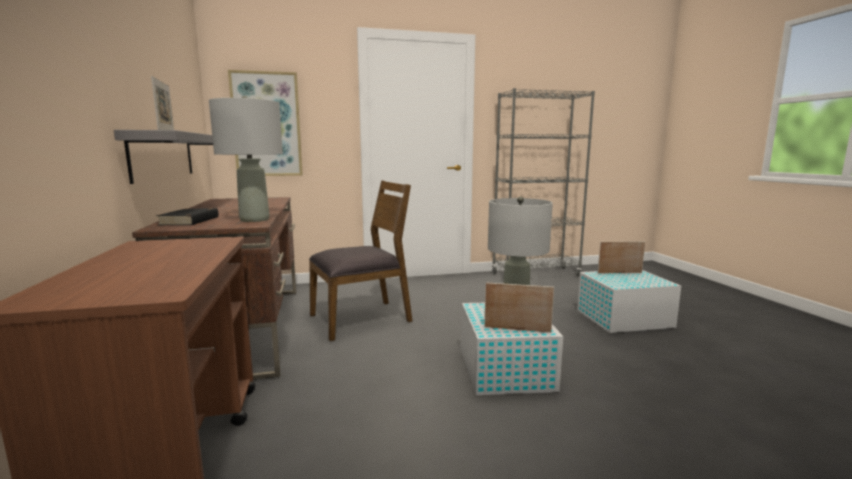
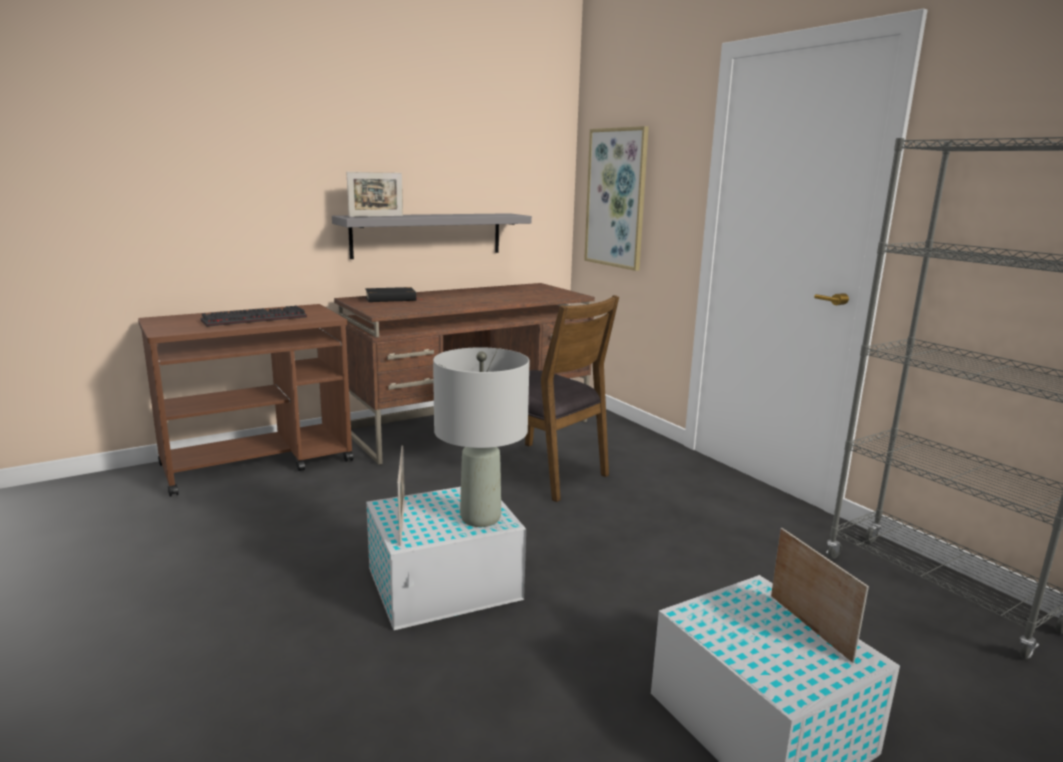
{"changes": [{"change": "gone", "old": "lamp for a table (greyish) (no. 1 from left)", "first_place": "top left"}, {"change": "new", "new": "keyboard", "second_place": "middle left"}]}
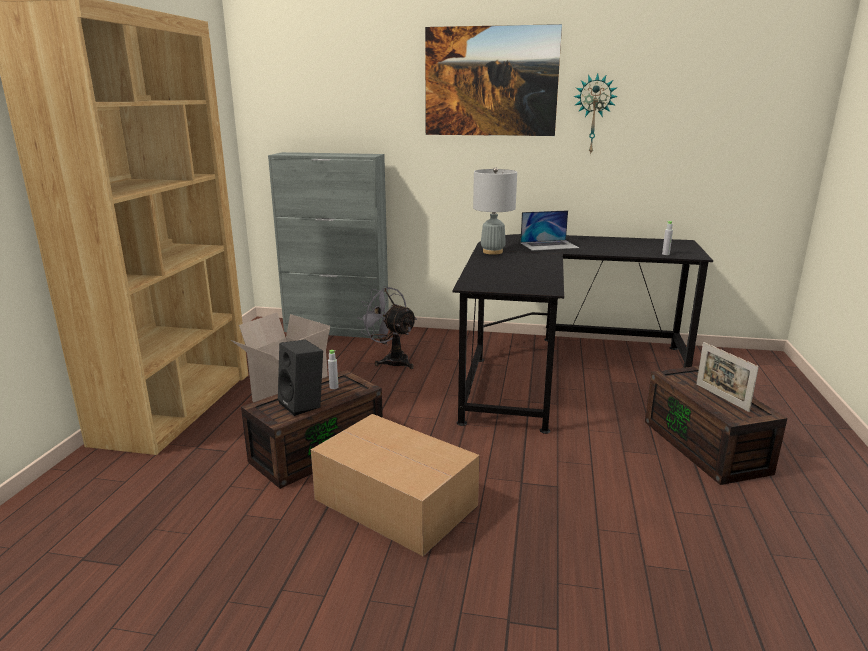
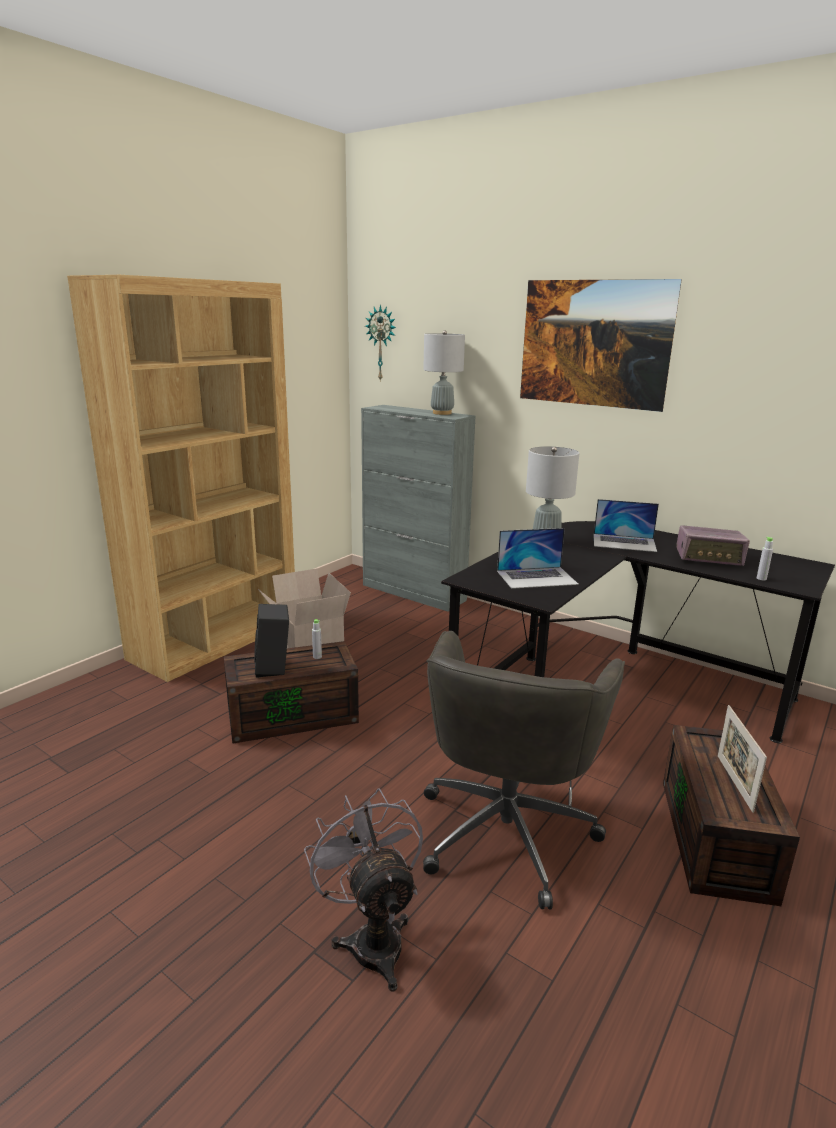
{"changes": [{"change": "shifted", "old": "wall clock", "first_place": "top right", "second_place": "top centre"}, {"change": "shifted", "old": "cooling fan (greyish)", "first_place": "centre", "second_place": "bottom centre"}, {"change": "gone", "old": "carton (no. 2 from left)", "first_place": "bottom centre"}, {"change": "new", "new": "lamp for a table (greyish) (no. 1 from left)", "second_place": "top centre"}, {"change": "new", "new": "radio set", "second_place": "middle right"}, {"change": "new", "new": "laptop (no. 1 from left)", "second_place": "centre"}, {"change": "new", "new": "desk chair (greyish)", "second_place": "bottom centre"}]}
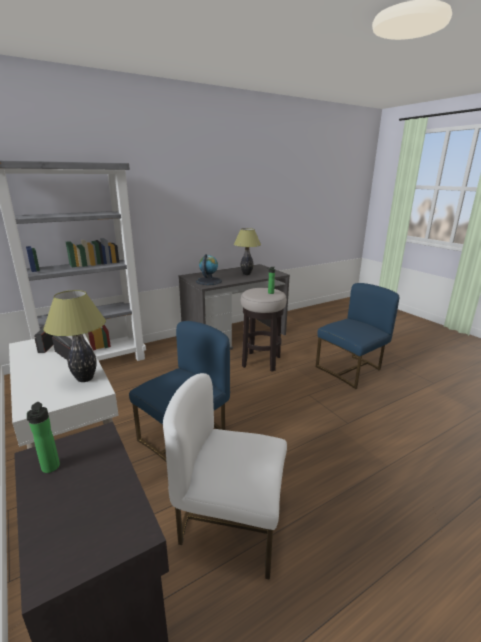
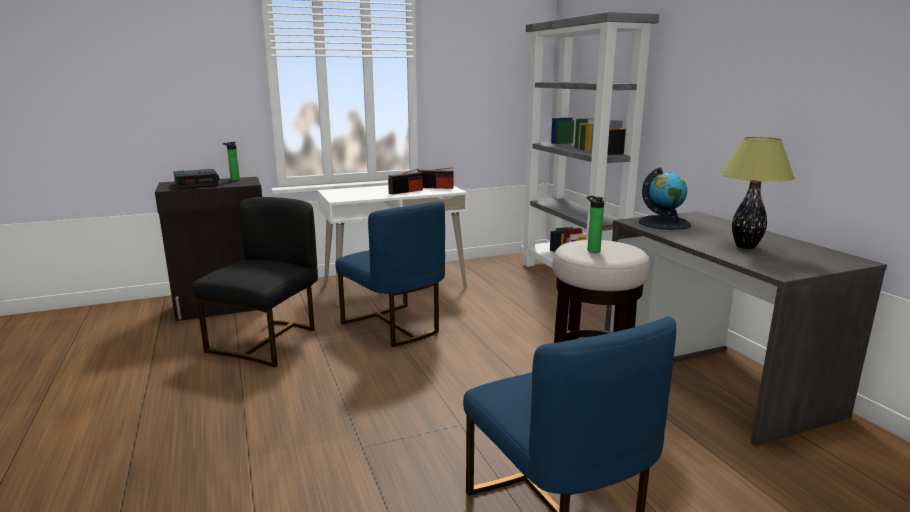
{"changes": [{"change": "gone", "old": "lamp for a table (no. 1 from left)", "first_place": "middle left"}, {"change": "repainted", "old": "plain chair (white-coloured)", "new": "plain chair (black-coloured)", "first_place": "bottom centre", "second_place": "middle left"}, {"change": "new", "new": "table clock", "second_place": "middle left"}]}
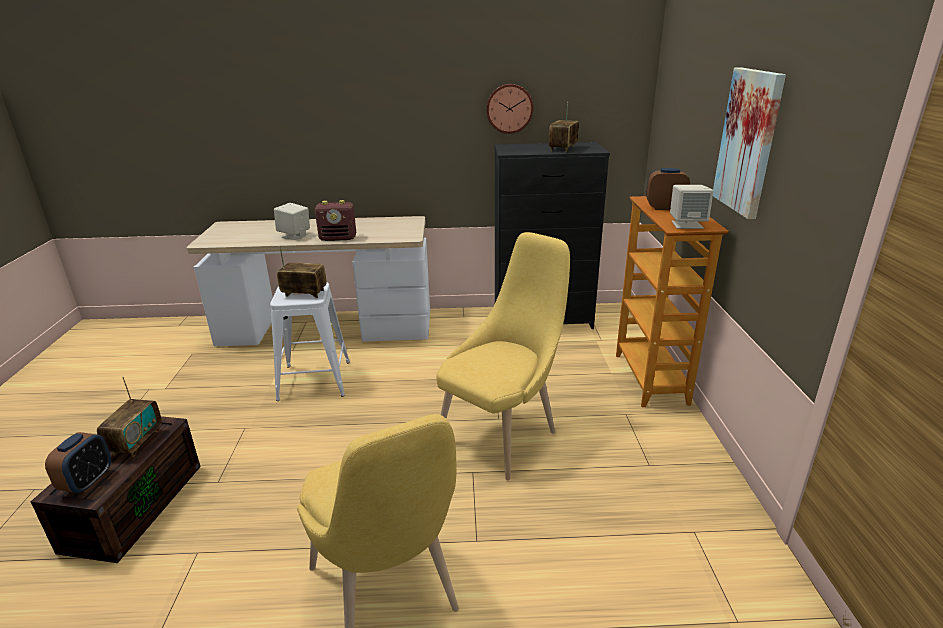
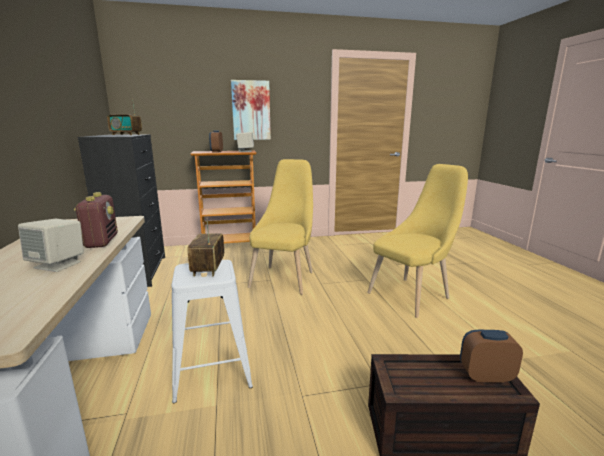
{"changes": [{"change": "gone", "old": "wall clock", "first_place": "top centre"}, {"change": "rotated", "old": "plain chair (yellow-coloured) (no. 2 from left in the first image)", "first_place": "centre", "second_place": "centre", "degrees": 75}, {"change": "gone", "old": "radio set (no. 1 from left)", "first_place": "middle left"}]}
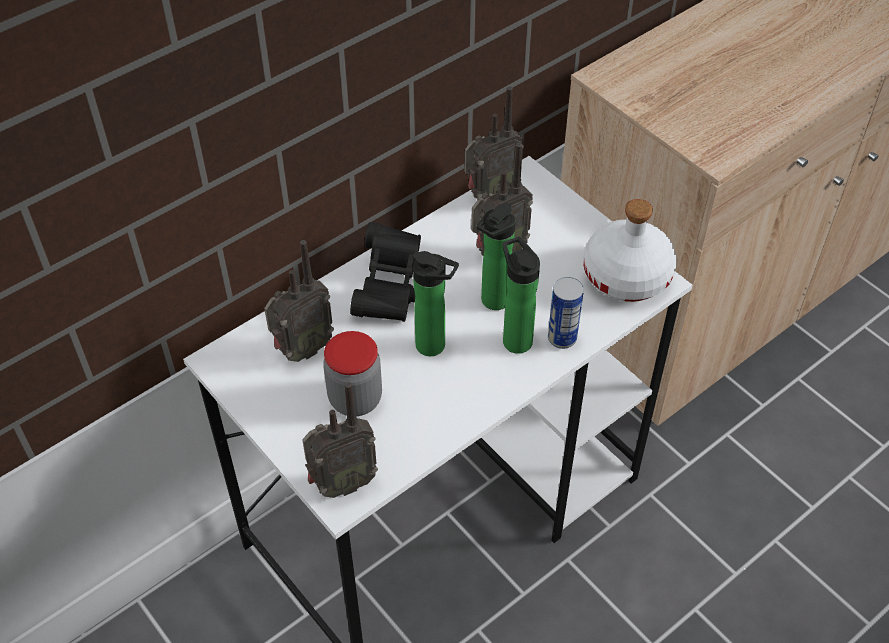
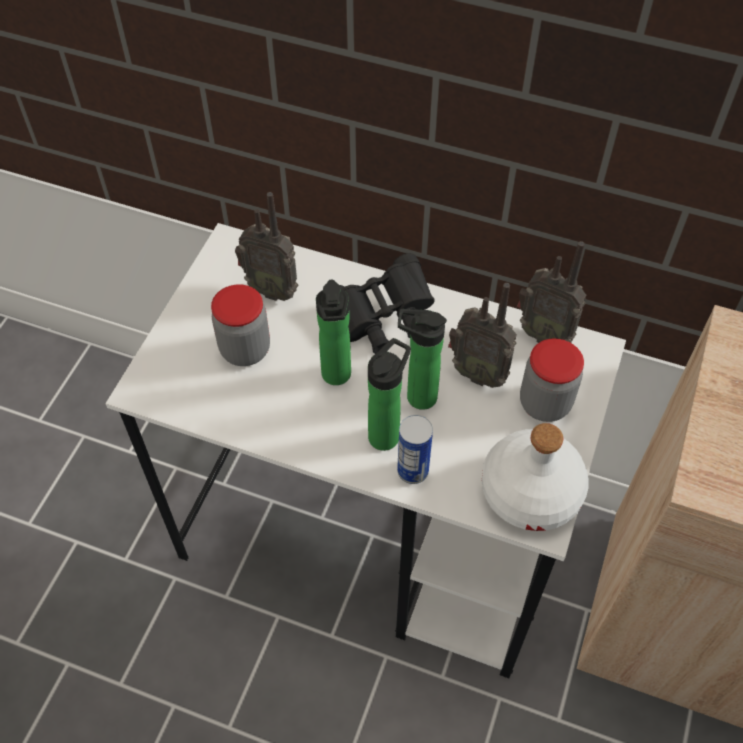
{"changes": [{"change": "gone", "old": "radio set (no. 2 from left)", "first_place": "bottom centre"}, {"change": "new", "new": "jar (no. 2 from left)", "second_place": "middle right"}]}
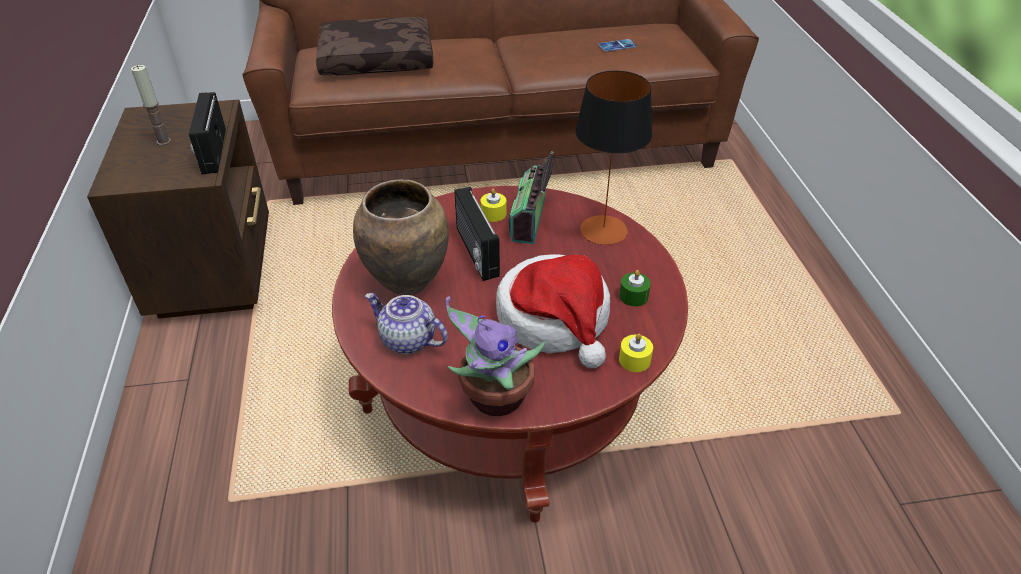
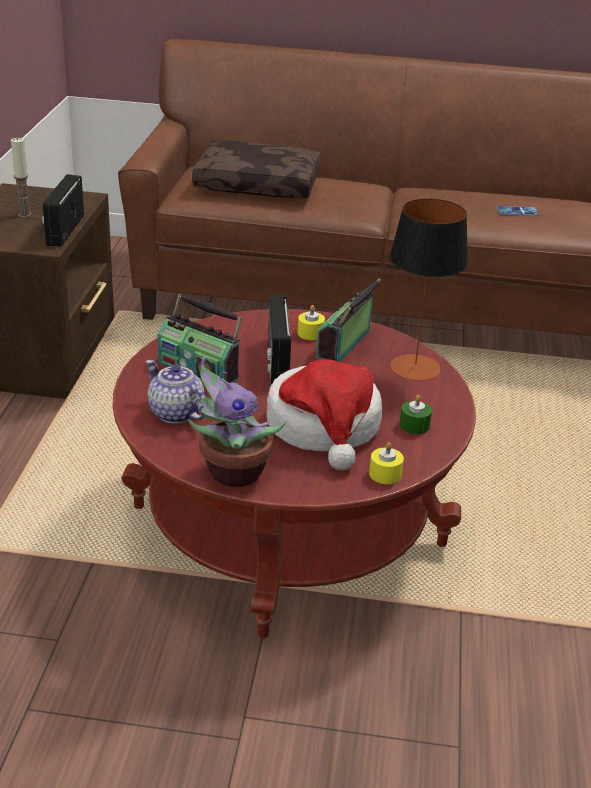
{"changes": [{"change": "swapped", "old": "decorative vase (brownish)", "new": "radio set (no. 2 from left)", "first_place": "centre", "second_place": "centre"}]}
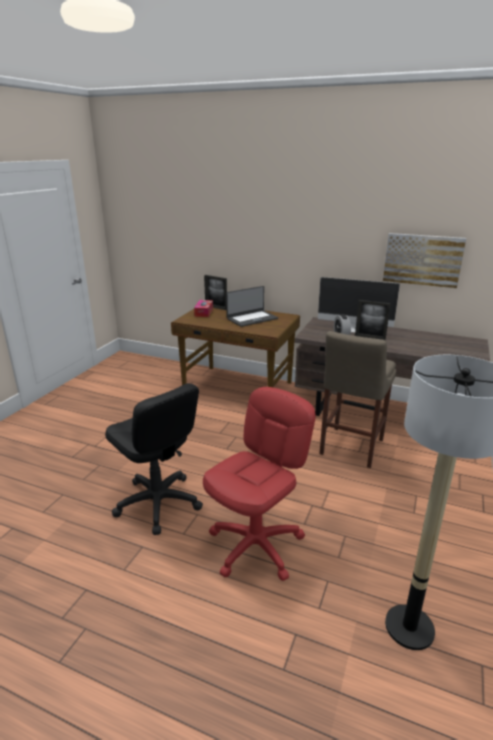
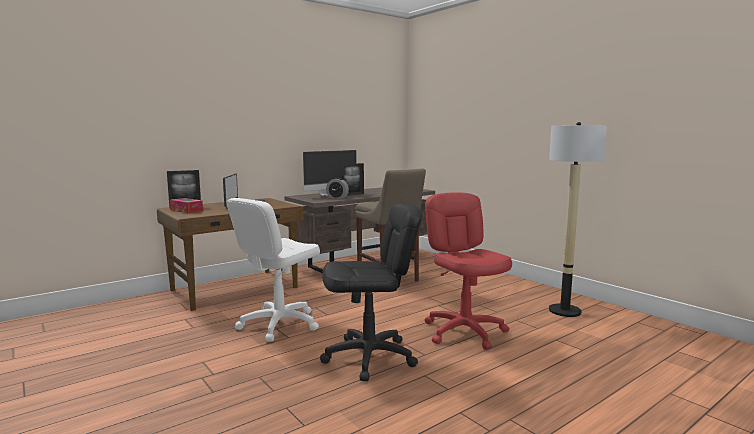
{"changes": [{"change": "gone", "old": "picture", "first_place": "middle right"}, {"change": "new", "new": "desk chair (white-coloured)", "second_place": "centre"}]}
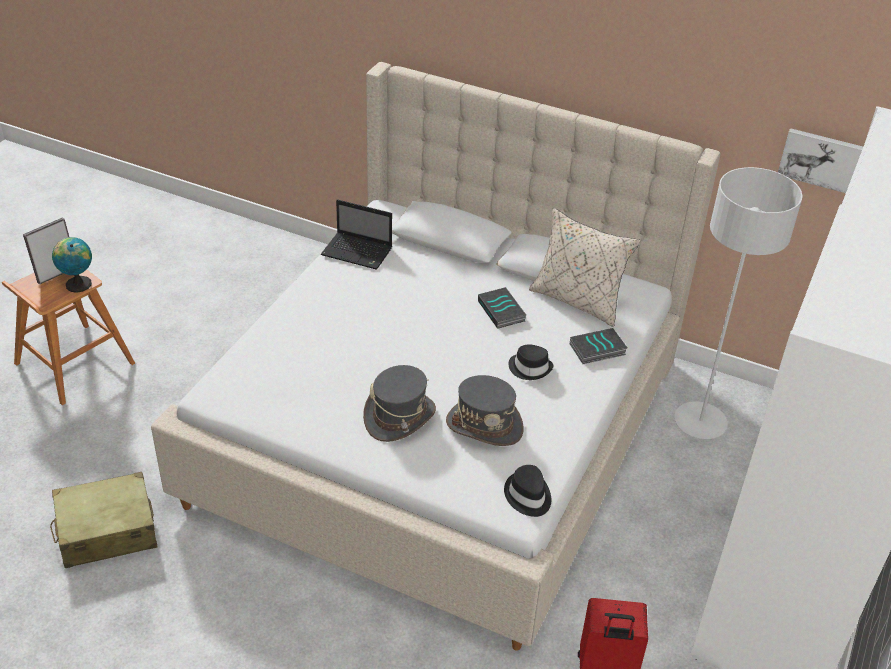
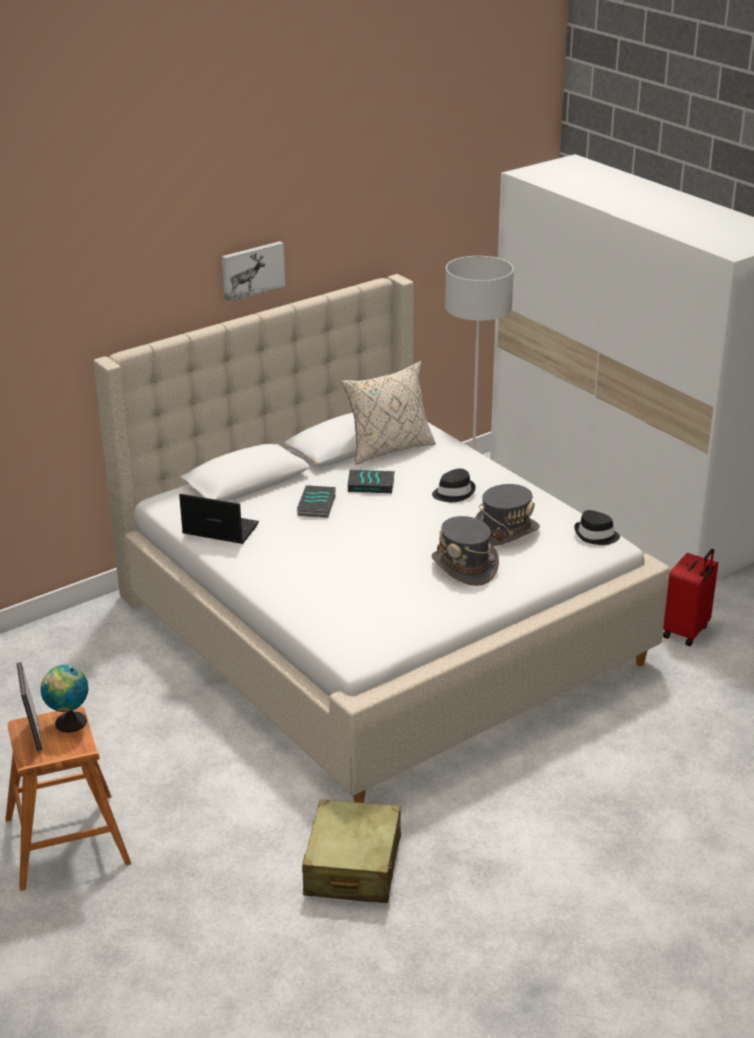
{"changes": [{"change": "shifted", "old": "picture", "first_place": "top right", "second_place": "top centre"}, {"change": "rotated", "old": "laptop", "first_place": "centre", "second_place": "middle left", "degrees": -120}, {"change": "shifted", "old": "bound book (no. 2 from left in the first image)", "new": "bound book (no. 1 from left)", "first_place": "middle right", "second_place": "centre"}]}
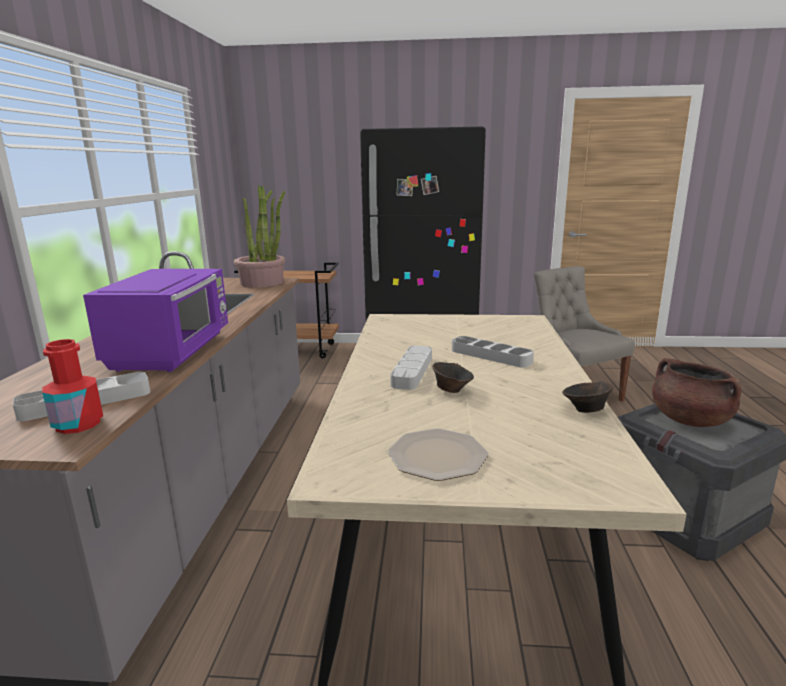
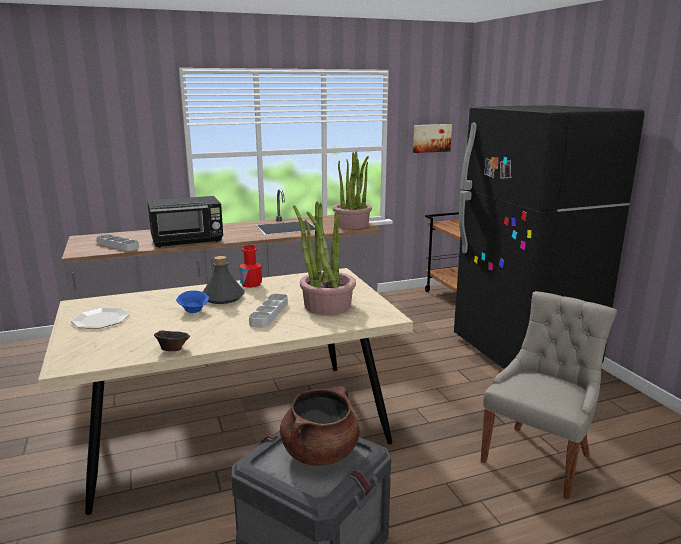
{"changes": [{"change": "repainted", "old": "microwave oven (purple-coloured)", "new": "microwave oven (black-coloured)", "first_place": "middle left", "second_place": "middle left"}, {"change": "shifted", "old": "bottle (red-coloured)", "first_place": "middle left", "second_place": "centre"}, {"change": "swapped", "old": "carrying tray (greyish) (no. 2 from left)", "new": "bottle (greyish)", "first_place": "centre", "second_place": "middle left"}, {"change": "repainted", "old": "deep dish (brownish) (no. 1 from left)", "new": "deep dish (bluish)", "first_place": "centre", "second_place": "middle left"}, {"change": "new", "new": "picture", "second_place": "top centre"}, {"change": "new", "new": "potted plant (no. 1 from left)", "second_place": "centre"}]}
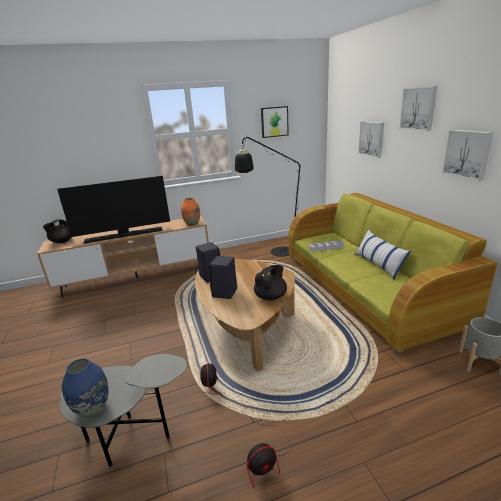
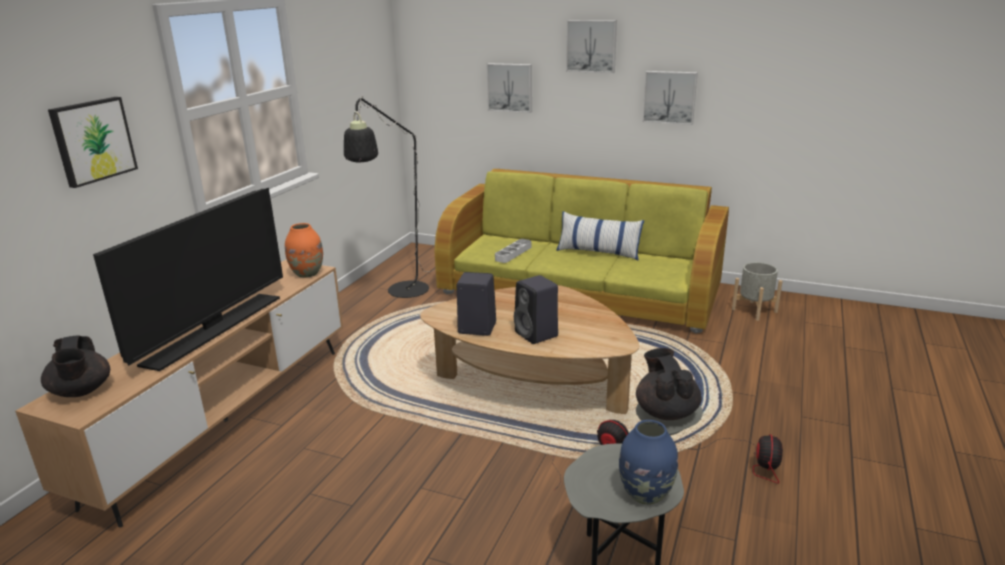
{"changes": [{"change": "shifted", "old": "picture (no. 1 from left)", "first_place": "top centre", "second_place": "top left"}, {"change": "shifted", "old": "pot for tea (black-coloured) (no. 2 from left)", "first_place": "centre", "second_place": "bottom centre"}]}
